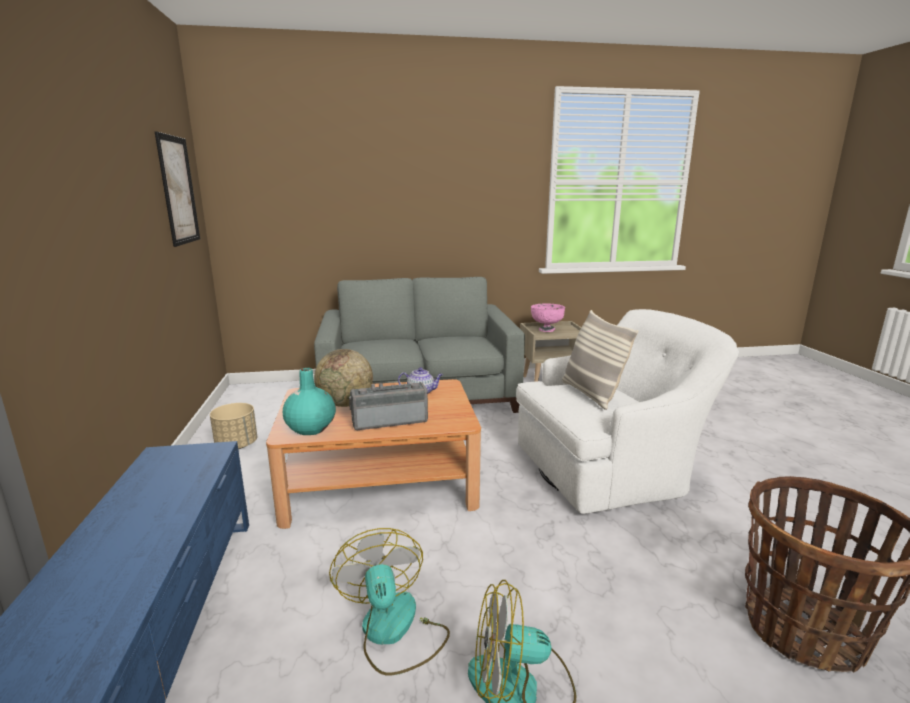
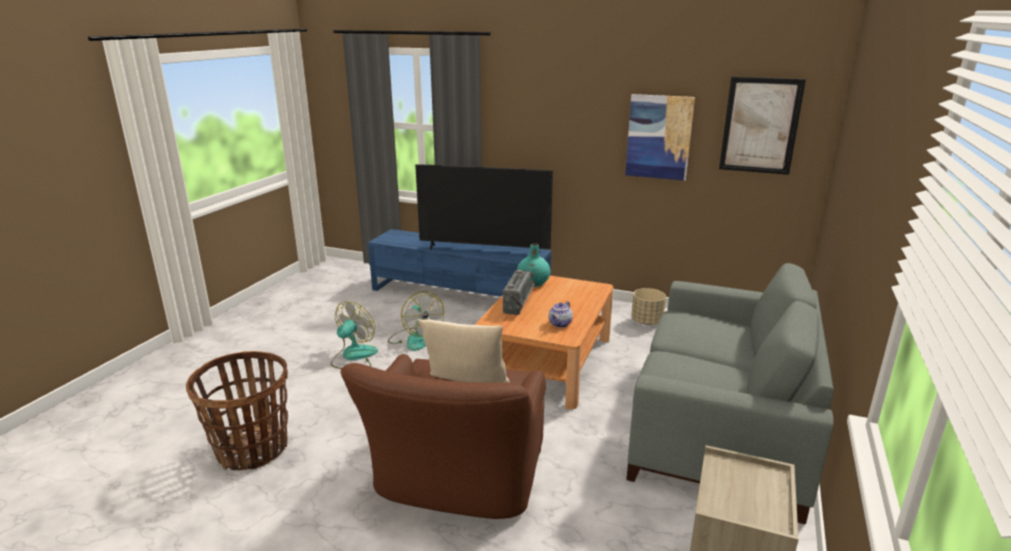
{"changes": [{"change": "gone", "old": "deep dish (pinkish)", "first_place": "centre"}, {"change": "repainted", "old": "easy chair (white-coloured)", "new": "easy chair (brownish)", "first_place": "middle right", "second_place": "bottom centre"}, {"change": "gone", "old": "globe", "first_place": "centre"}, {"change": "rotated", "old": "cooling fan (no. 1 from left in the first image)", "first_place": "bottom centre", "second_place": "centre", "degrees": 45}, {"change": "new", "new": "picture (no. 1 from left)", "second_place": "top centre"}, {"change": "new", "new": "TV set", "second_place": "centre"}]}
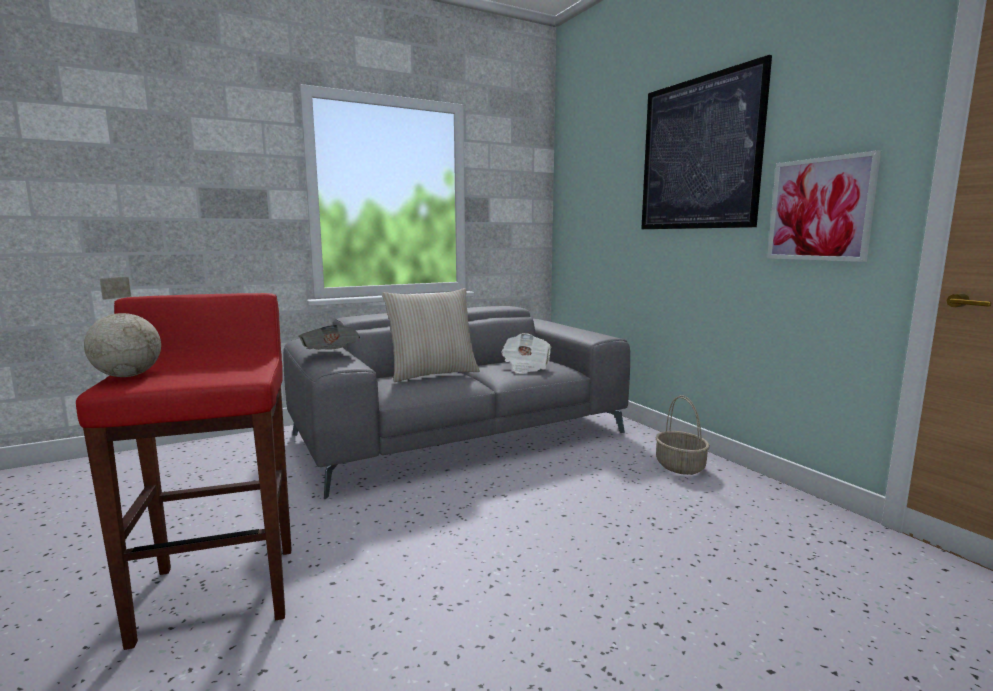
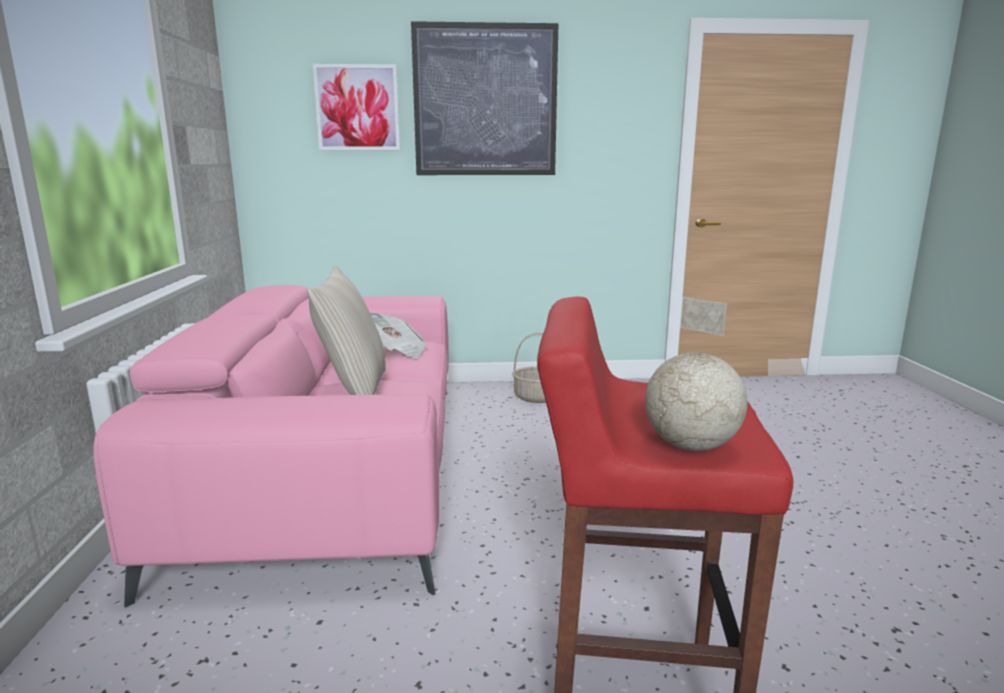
{"changes": [{"change": "shifted", "old": "picture (no. 2 from left in the first image)", "new": "picture (no. 1 from left)", "first_place": "top right", "second_place": "top centre"}, {"change": "repainted", "old": "couch (greyish)", "new": "couch (pinkish)", "first_place": "centre", "second_place": "middle left"}, {"change": "gone", "old": "newspaper (no. 1 from left)", "first_place": "middle left"}]}
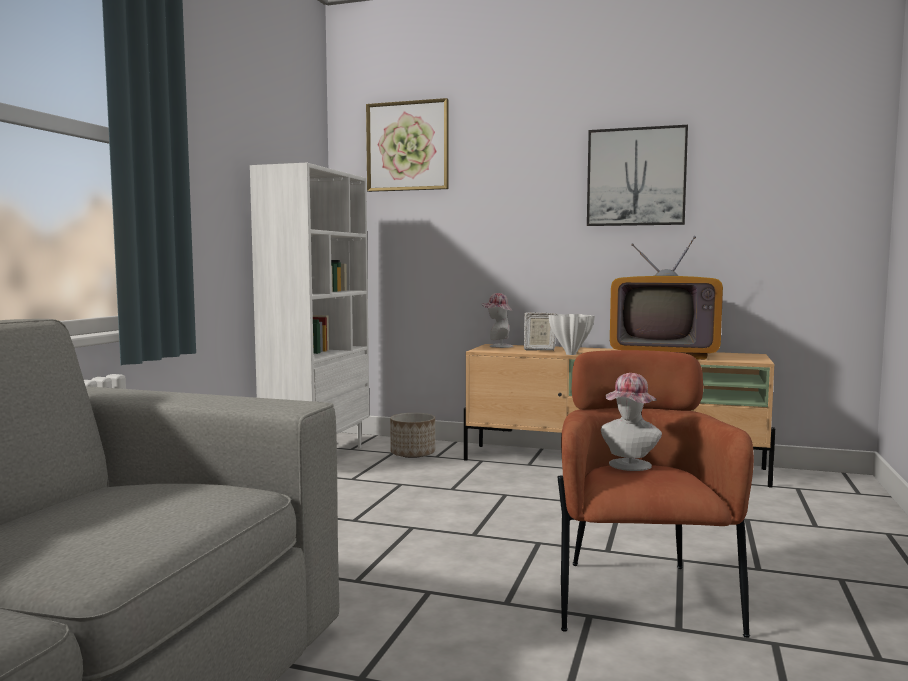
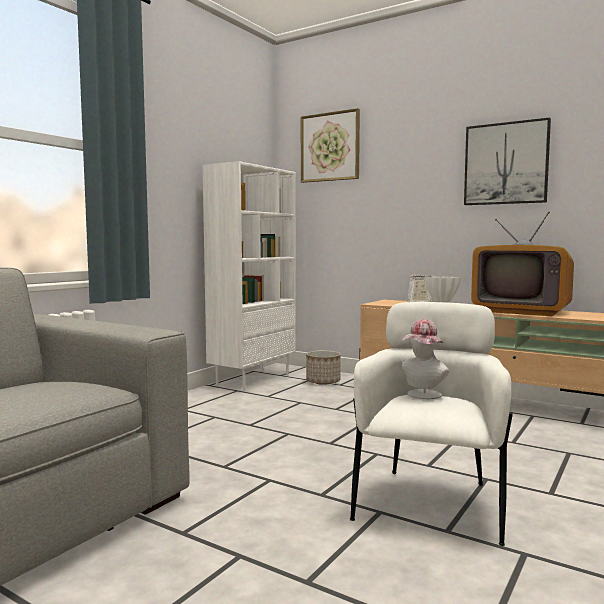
{"changes": [{"change": "gone", "old": "wearable hat (no. 1 from left)", "first_place": "centre"}, {"change": "repainted", "old": "easy chair (brownish)", "new": "easy chair (white-coloured)", "first_place": "bottom right", "second_place": "bottom right"}]}
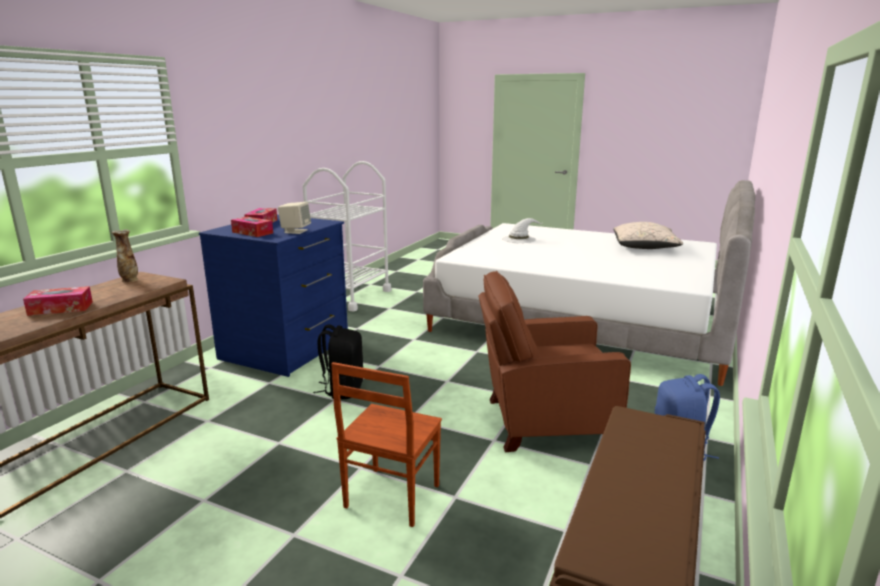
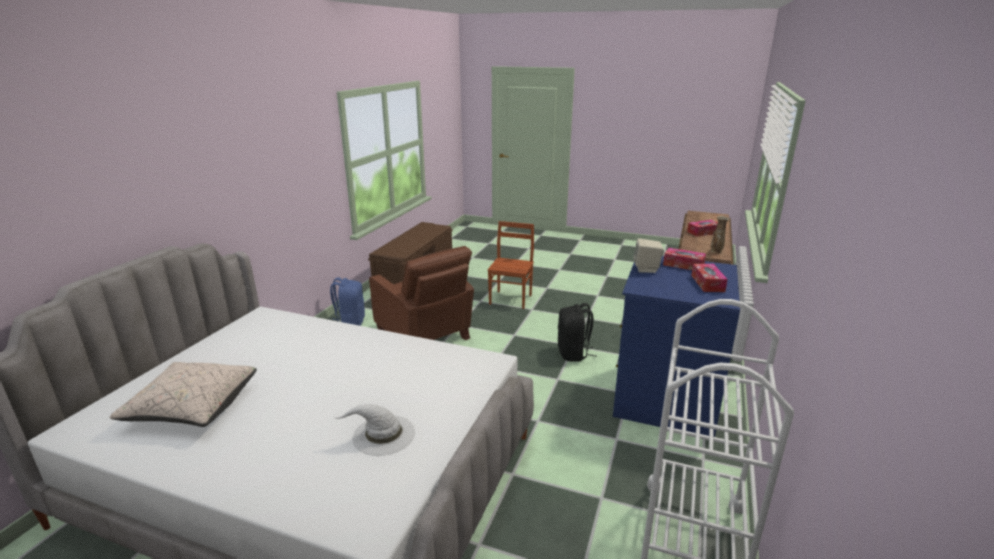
{"changes": [{"change": "rotated", "old": "easy chair (brownish)", "first_place": "centre", "second_place": "centre", "degrees": 60}]}
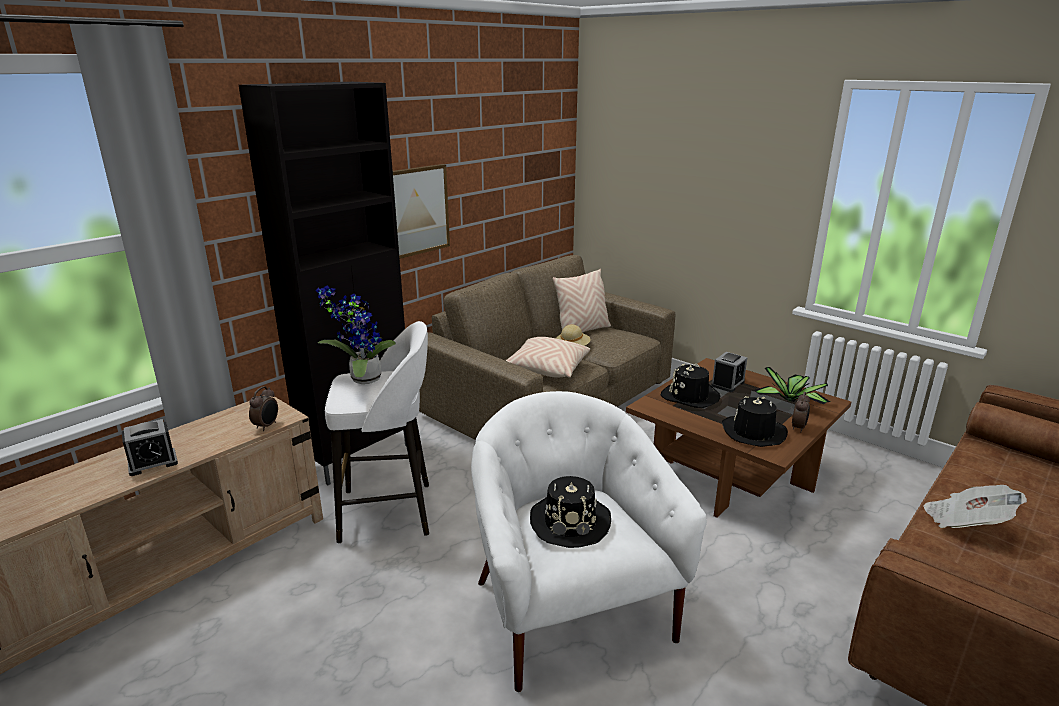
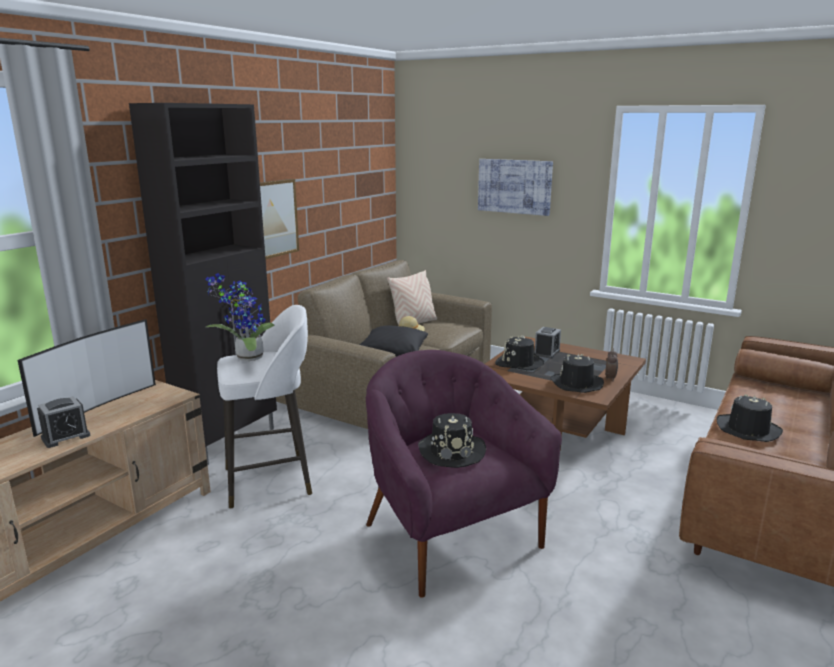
{"changes": [{"change": "repainted", "old": "cushion (beige-coloured) (no. 1 from left)", "new": "cushion (black-coloured)", "first_place": "centre", "second_place": "centre"}, {"change": "gone", "old": "potted plant (no. 2 from left)", "first_place": "middle right"}, {"change": "gone", "old": "table clock (no. 2 from left)", "first_place": "middle left"}, {"change": "repainted", "old": "easy chair (white-coloured)", "new": "easy chair (purple-coloured)", "first_place": "bottom centre", "second_place": "bottom centre"}, {"change": "swapped", "old": "newspaper", "new": "wearable hat (black-coloured) (no. 4 from left)", "first_place": "bottom right", "second_place": "middle right"}, {"change": "new", "new": "picture (no. 2 from left)", "second_place": "top centre"}, {"change": "new", "new": "TV set", "second_place": "middle left"}]}
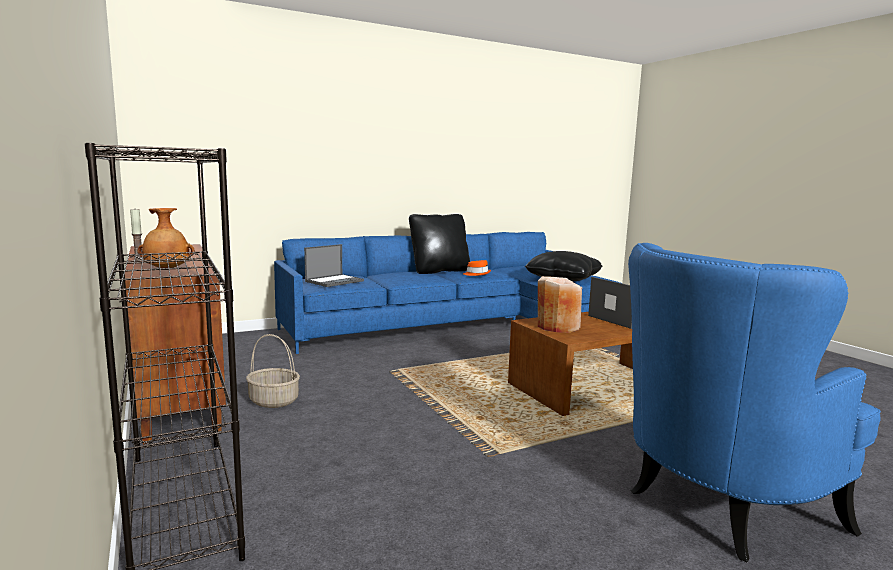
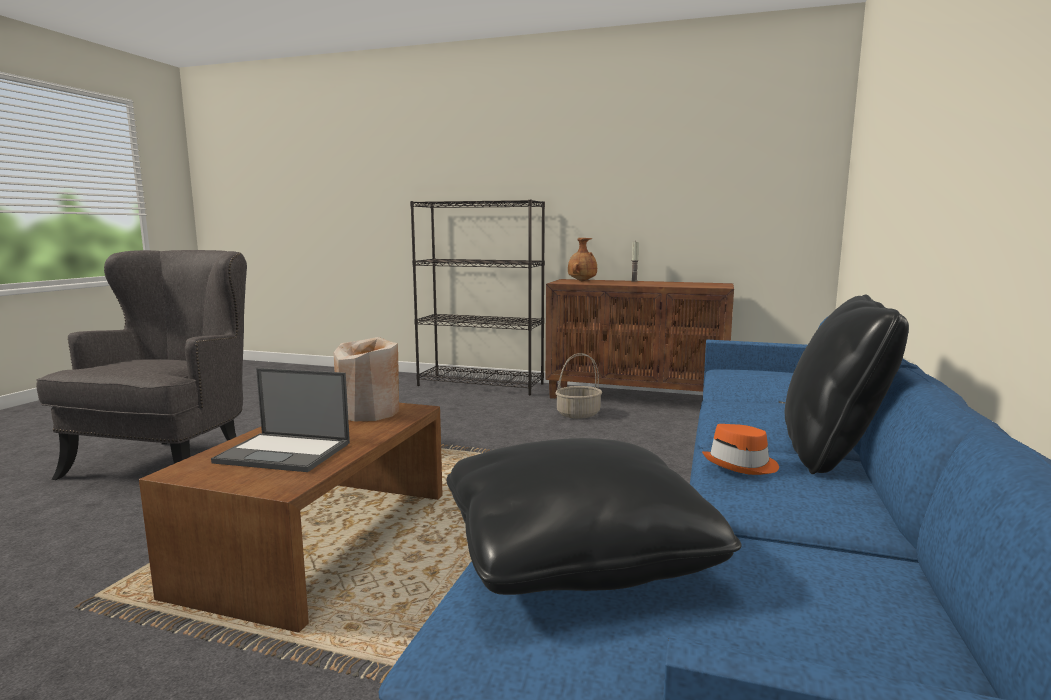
{"changes": [{"change": "repainted", "old": "easy chair (bluish)", "new": "easy chair (greyish)", "first_place": "bottom right", "second_place": "middle left"}, {"change": "gone", "old": "laptop (no. 1 from left)", "first_place": "centre"}]}
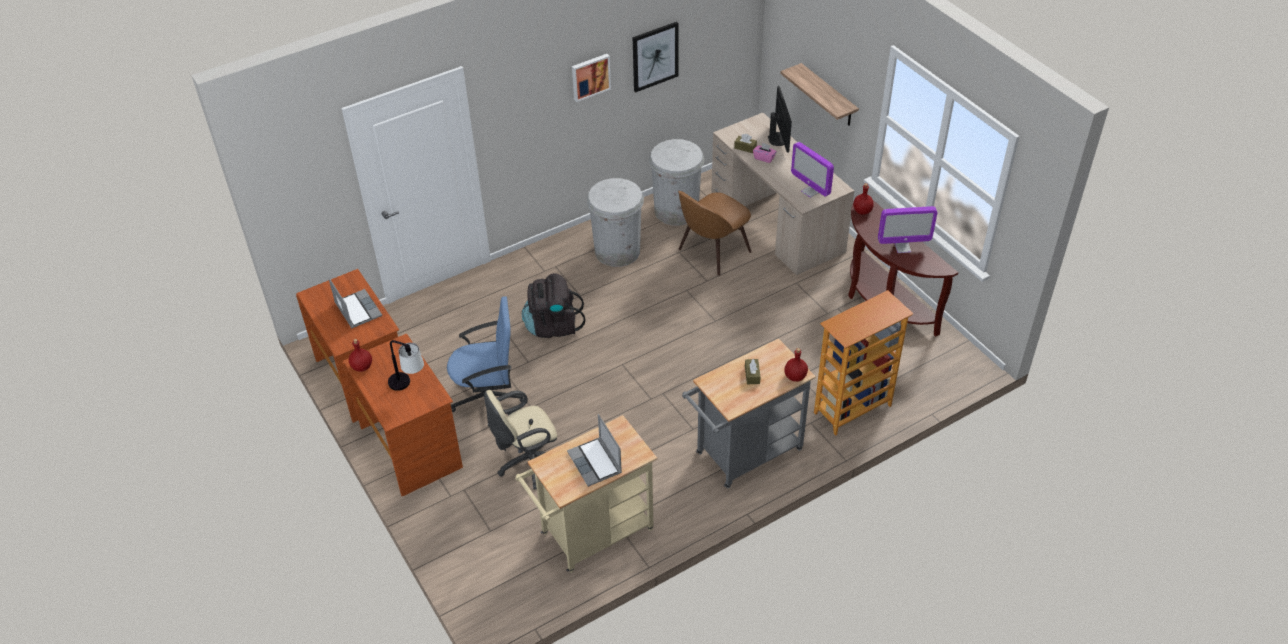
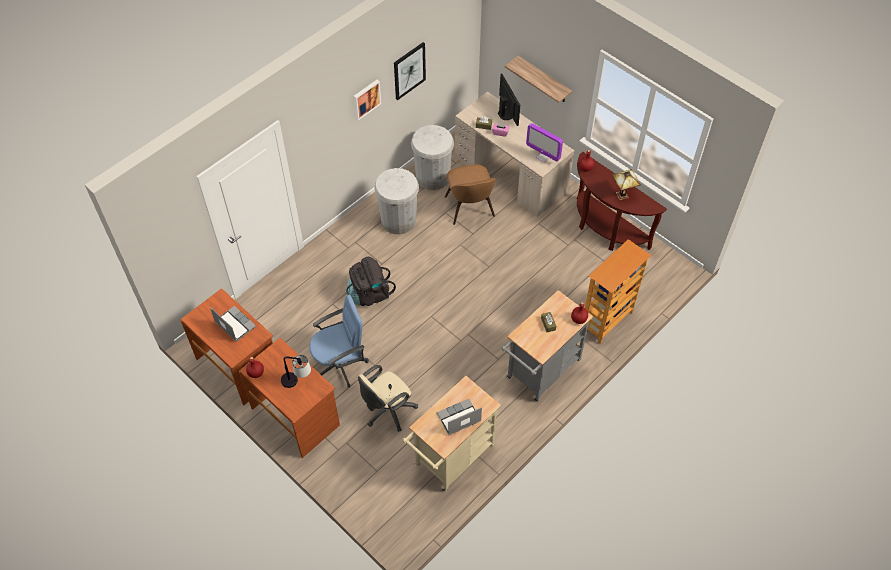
{"changes": [{"change": "rotated", "old": "plain chair (brownish)", "first_place": "centre", "second_place": "centre", "degrees": -45}, {"change": "swapped", "old": "monitor (no. 3 from left)", "new": "lamp for a table (no. 2 from left)", "first_place": "middle right", "second_place": "top right"}, {"change": "rotated", "old": "laptop (no. 2 from left)", "first_place": "bottom centre", "second_place": "bottom centre", "degrees": 105}]}
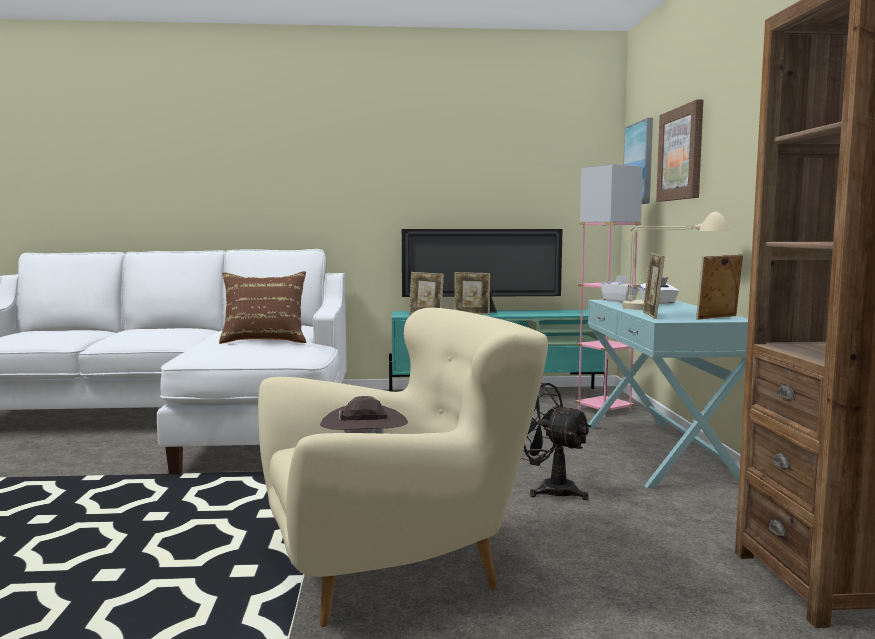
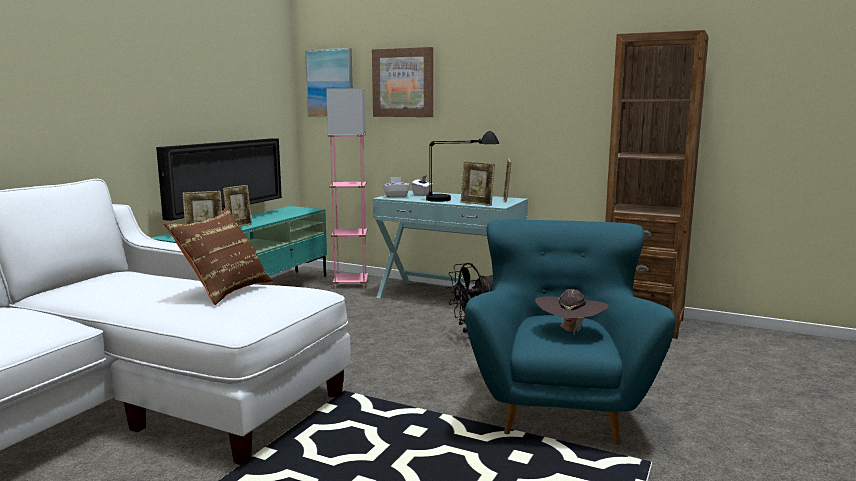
{"changes": [{"change": "repainted", "old": "lamp for a table (beige-coloured)", "new": "lamp for a table (black-coloured)", "first_place": "middle right", "second_place": "centre"}, {"change": "repainted", "old": "easy chair (beige-coloured)", "new": "easy chair (turquoise-coloured)", "first_place": "bottom centre", "second_place": "bottom centre"}]}
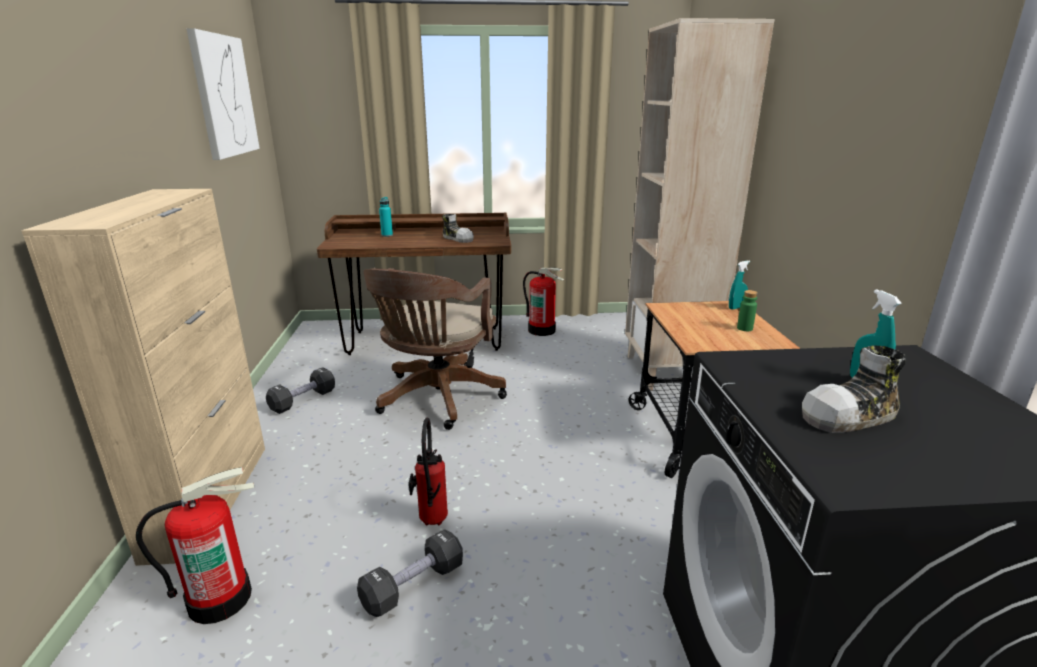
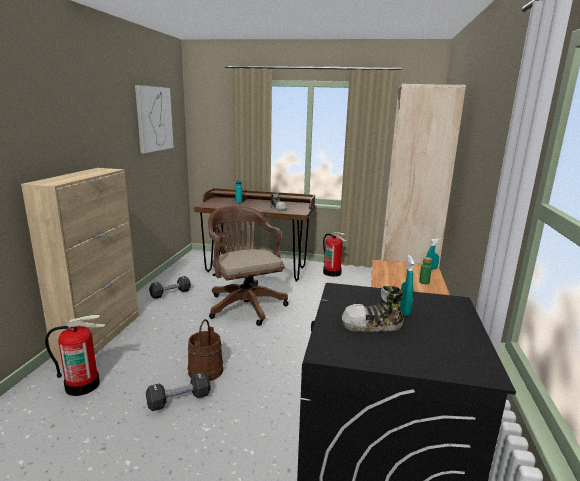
{"changes": [{"change": "rotated", "old": "desk chair (brownish)", "first_place": "centre", "second_place": "centre", "degrees": 120}, {"change": "swapped", "old": "extinguisher (no. 2 from left)", "new": "bucket (brownish)", "first_place": "bottom centre", "second_place": "bottom centre"}]}
